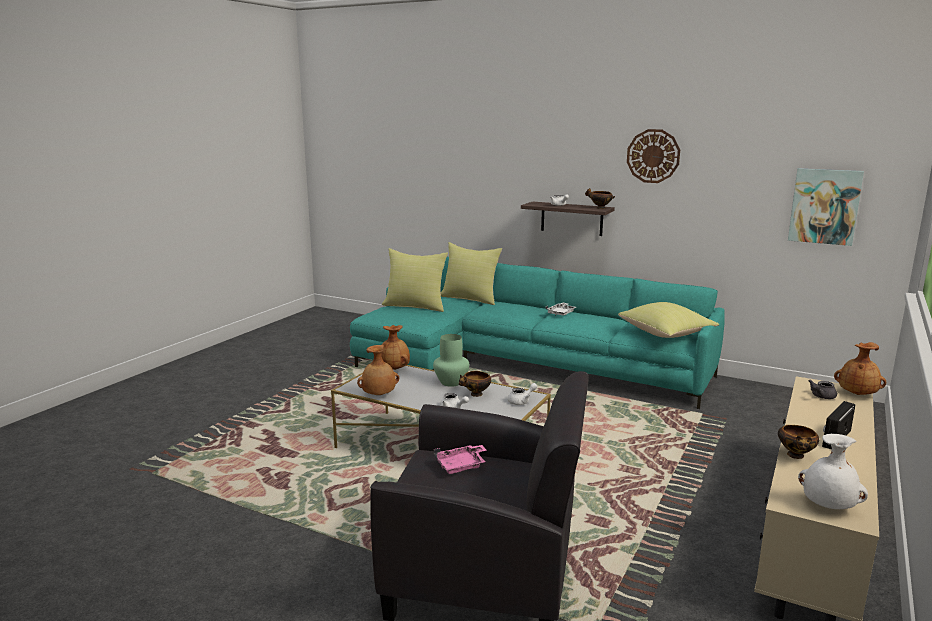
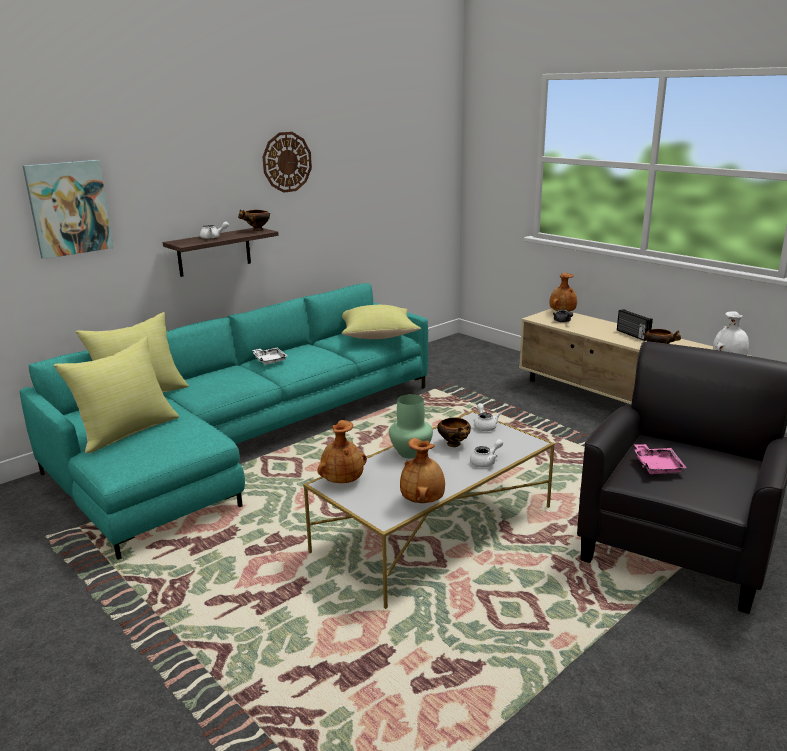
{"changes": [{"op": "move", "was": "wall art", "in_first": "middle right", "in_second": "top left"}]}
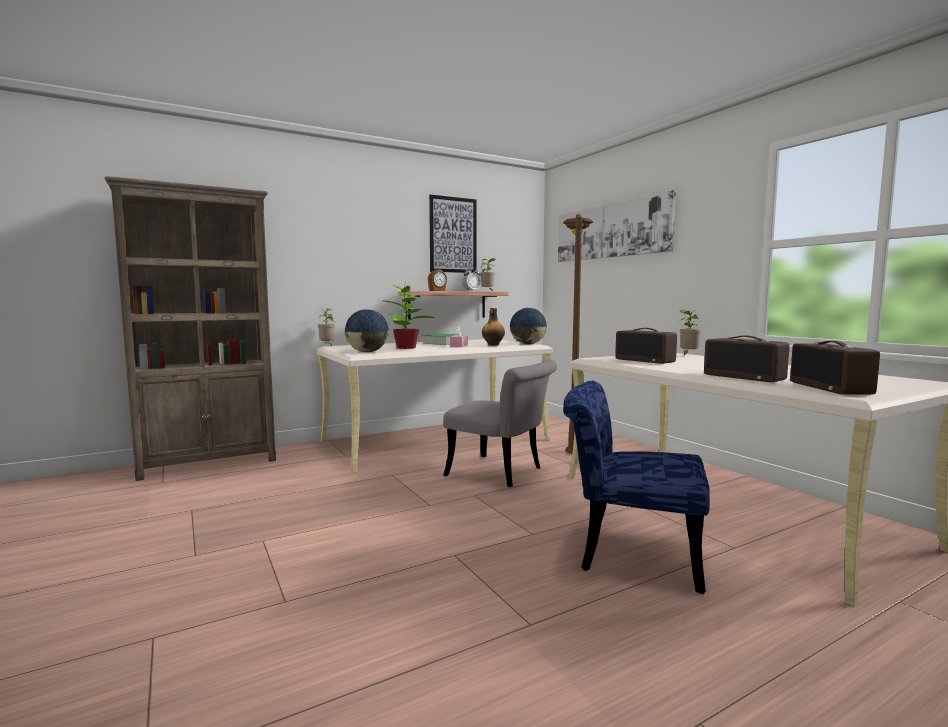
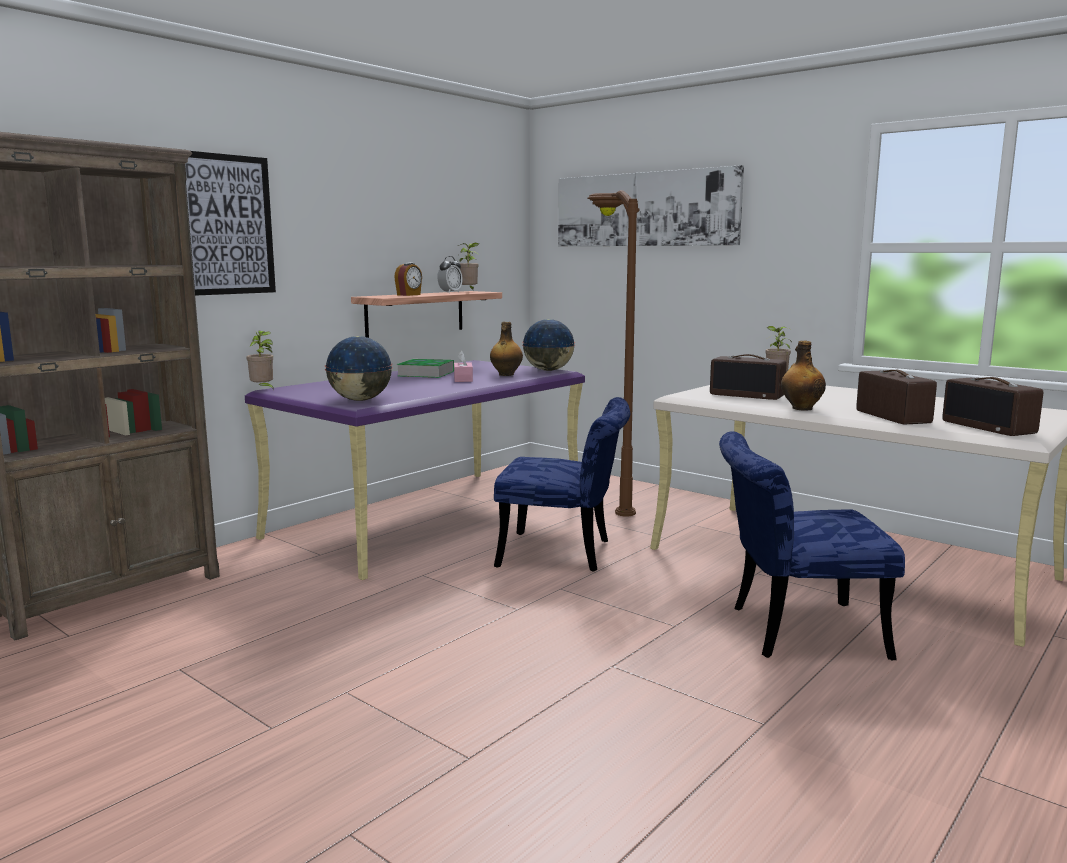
{"changes": [{"op": "move", "was": "wall art (1st from left)", "in_first": "top centre", "in_second": "top left"}, {"op": "delete", "was": "houseplant (2nd from left)", "in_first": "centre"}, {"op": "rotate", "was": "radio receiver (2nd from left)", "in_first": "middle right", "in_second": "middle right", "clockwise": -135}, {"op": "recolor", "was": "desk unit (sand-coloured) (1st from left)", "now": "desk unit (purple)", "in_first": "centre", "in_second": "centre"}, {"op": "recolor", "was": "chair (grey)", "now": "chair (blue-coloured) (1st from left)", "in_first": "centre", "in_second": "centre"}, {"op": "insert", "now": "beverage bottle (2nd from left)", "in_second": "middle right"}]}
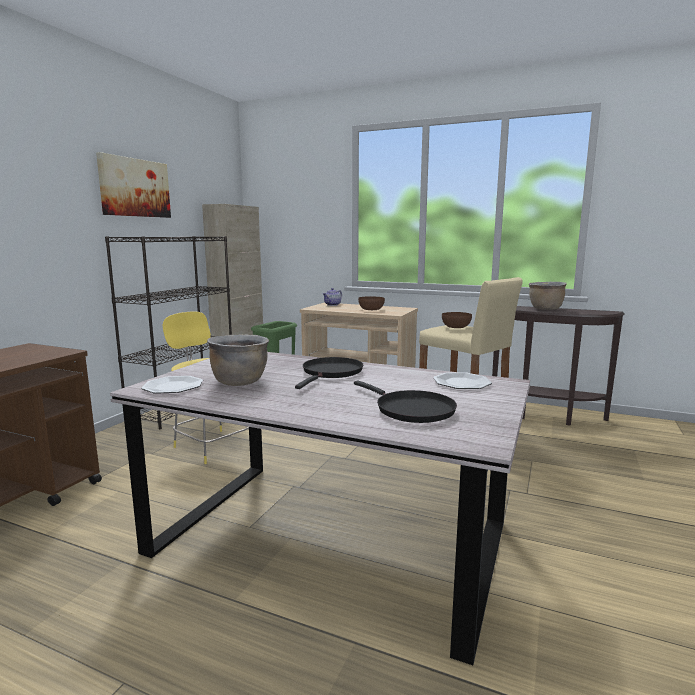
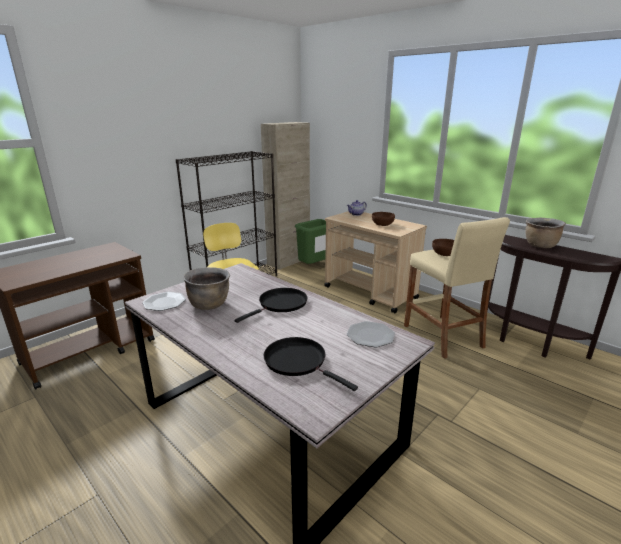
{"changes": [{"op": "delete", "was": "wall art", "in_first": "top left"}, {"op": "rotate", "was": "frying pan (blackish) (2nd from left)", "in_first": "centre", "in_second": "bottom centre", "clockwise": 150}]}
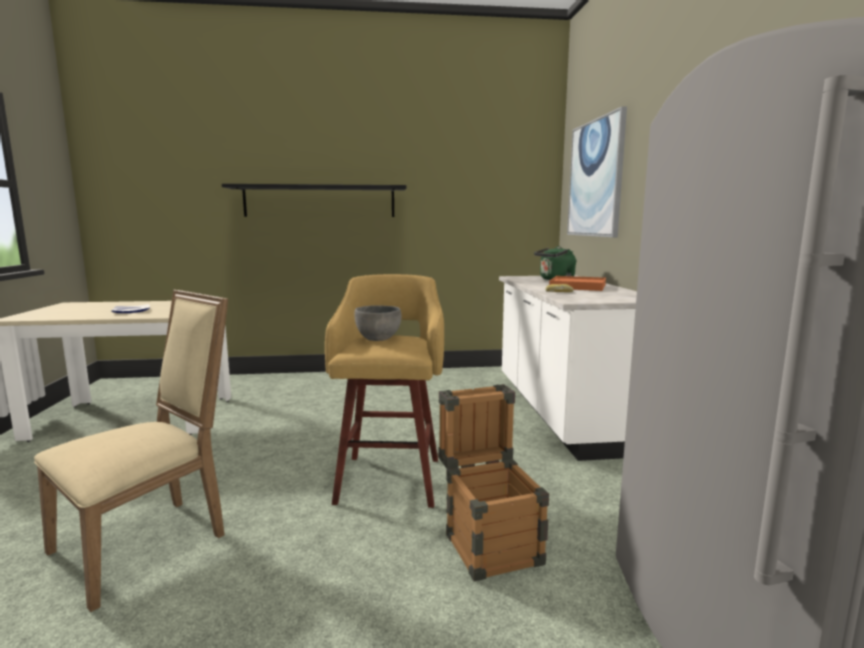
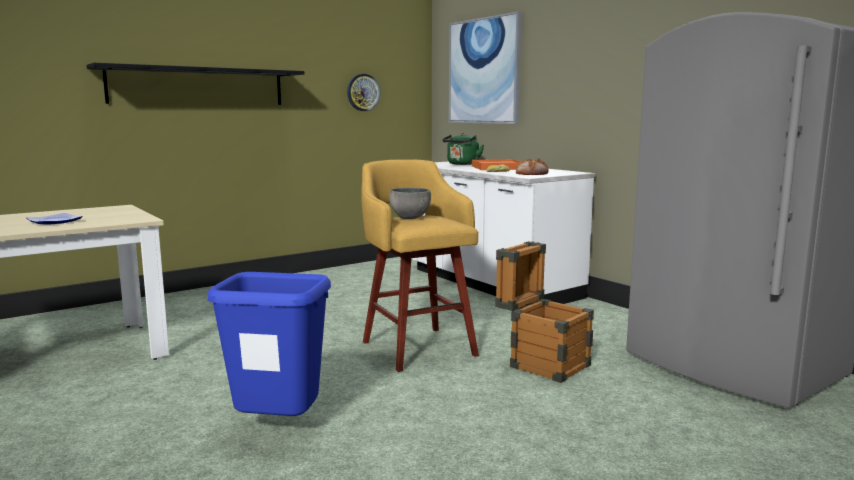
{"changes": [{"op": "replace", "was": "chair (sand-coloured)", "now": "rubbish bin (blue-coloured)", "in_first": "bottom left", "in_second": "bottom left"}, {"op": "insert", "now": "hanging clock", "in_second": "top centre"}, {"op": "insert", "now": "bakery bread (2nd from left)", "in_second": "centre"}]}
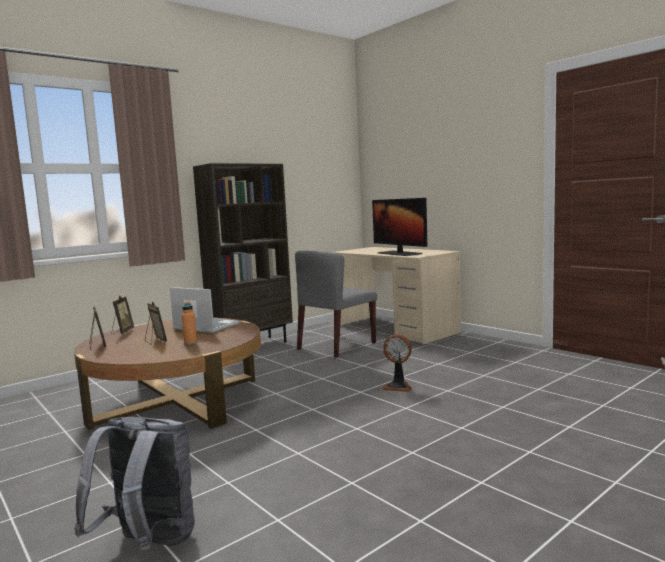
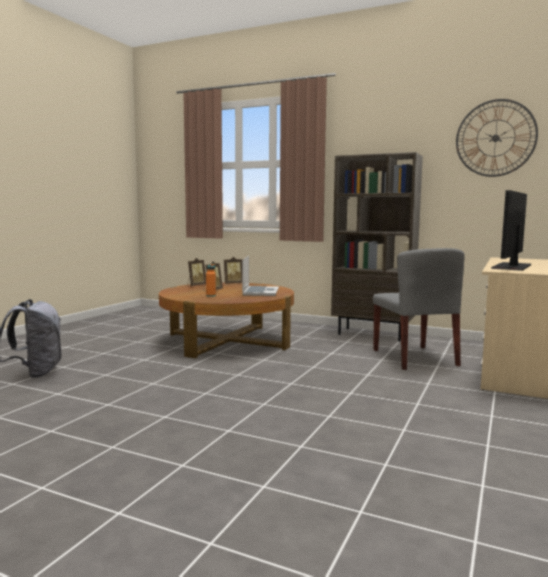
{"changes": [{"op": "rotate", "was": "chair (grey)", "in_first": "centre", "in_second": "middle right", "clockwise": -120}, {"op": "delete", "was": "cooling fan", "in_first": "centre"}, {"op": "insert", "now": "hanging clock", "in_second": "top right"}]}
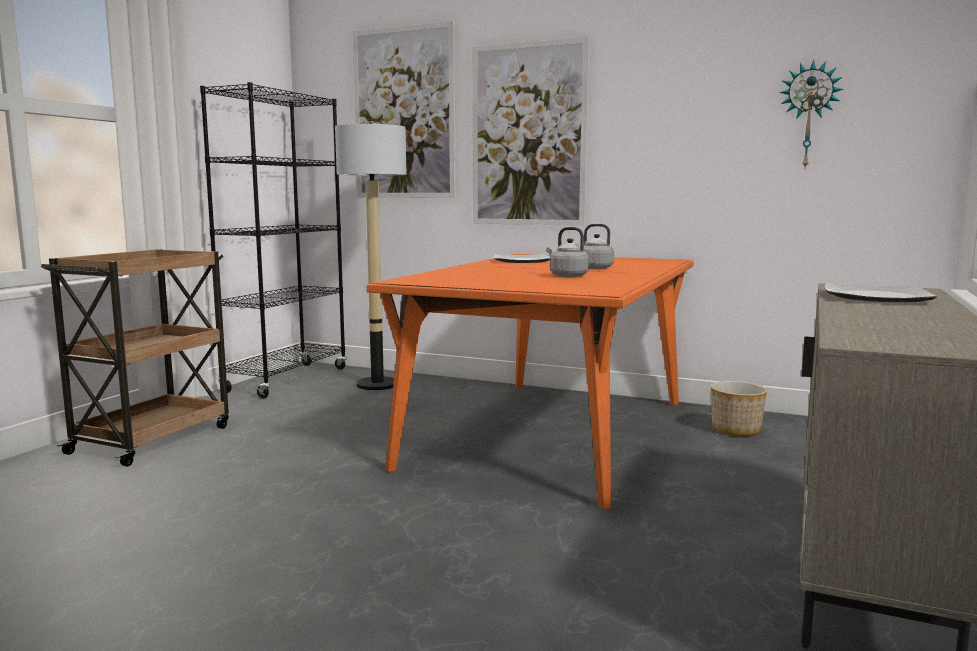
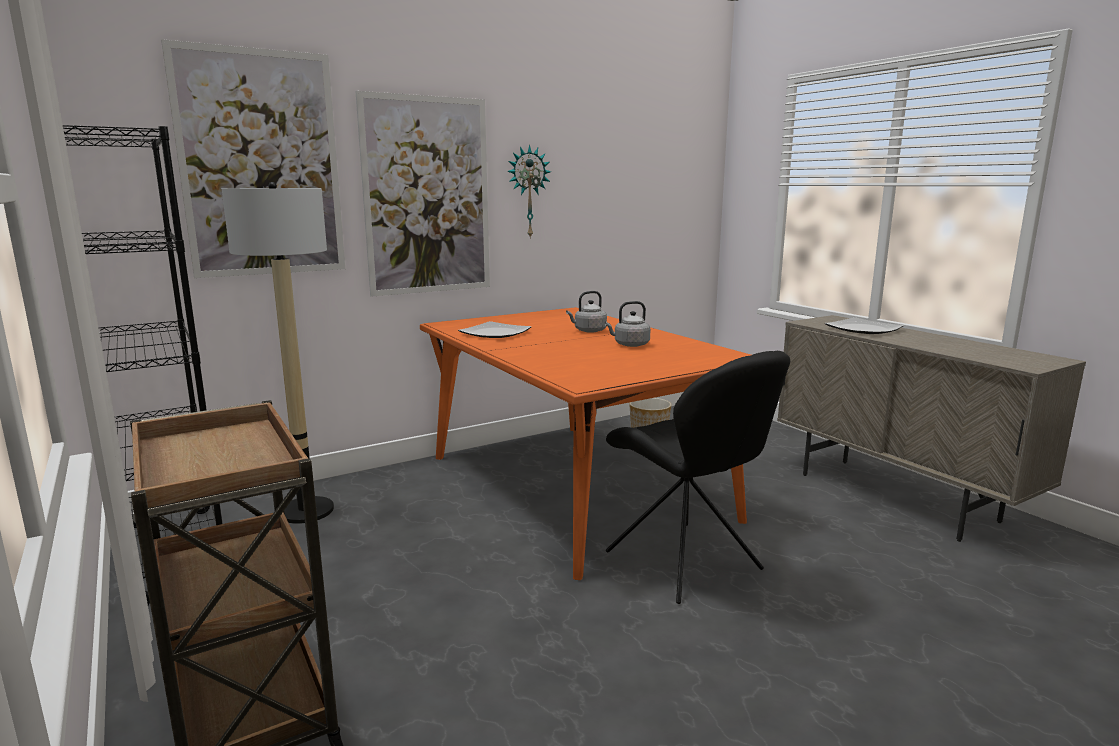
{"changes": [{"op": "move", "was": "hanging clock", "in_first": "top right", "in_second": "top centre"}, {"op": "insert", "now": "chair (blackish)", "in_second": "centre"}]}
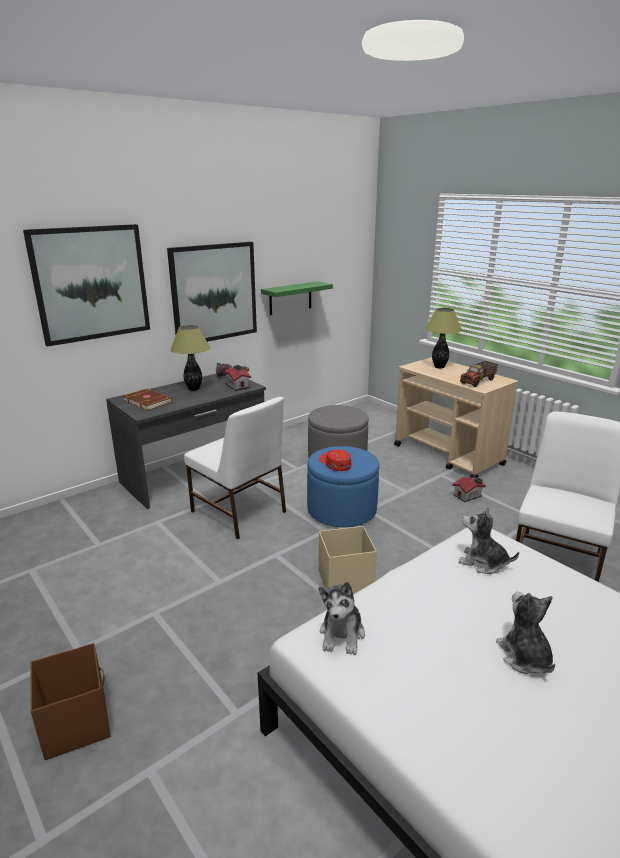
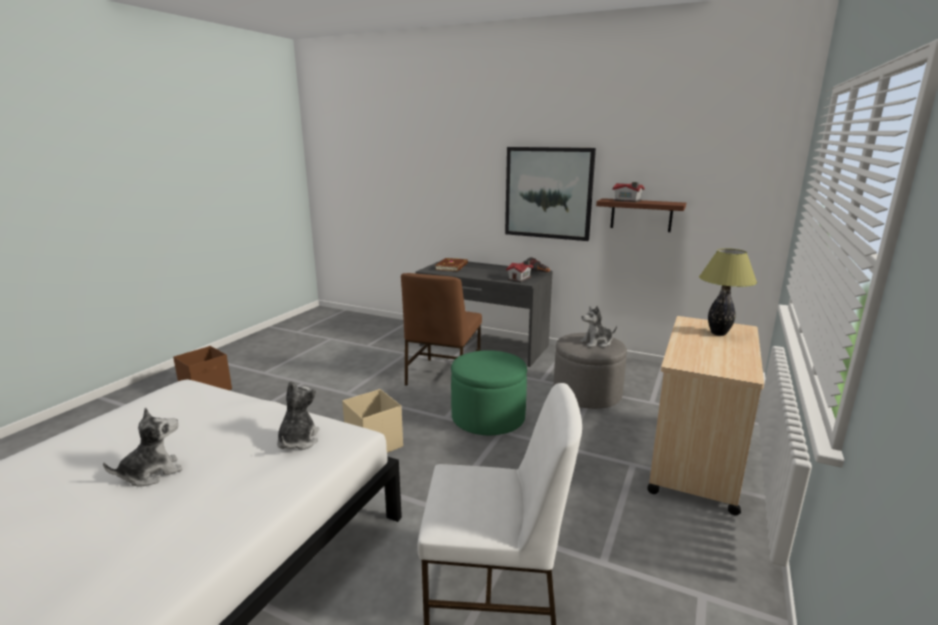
{"changes": [{"op": "delete", "was": "wall art (1st from left)", "in_first": "top left"}, {"op": "recolor", "was": "shelf (green)", "now": "shelf (brown-coloured)", "in_first": "centre", "in_second": "middle right"}, {"op": "delete", "was": "tabletop lamp (1st from left)", "in_first": "middle left"}, {"op": "delete", "was": "toy truck", "in_first": "middle right"}, {"op": "recolor", "was": "chair (white) (1st from left)", "now": "chair (brown-coloured)", "in_first": "centre", "in_second": "centre"}, {"op": "recolor", "was": "pouffe (blue-coloured)", "now": "pouffe (green)", "in_first": "centre", "in_second": "centre"}, {"op": "delete", "was": "baseball cap (red)", "in_first": "centre"}, {"op": "move", "was": "toy house (2nd from left)", "in_first": "middle right", "in_second": "top right"}, {"op": "move", "was": "soft toy (1st from left in the first image)", "now": "soft toy (3rd from left)", "in_first": "bottom centre", "in_second": "centre"}]}
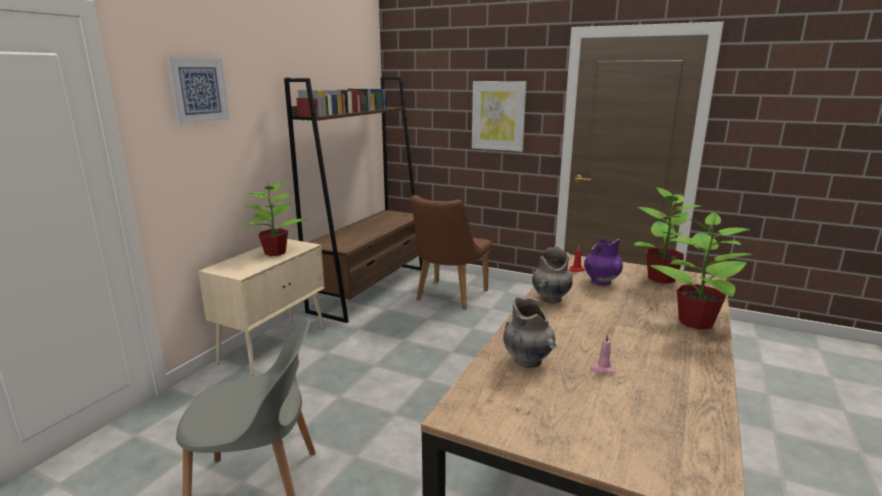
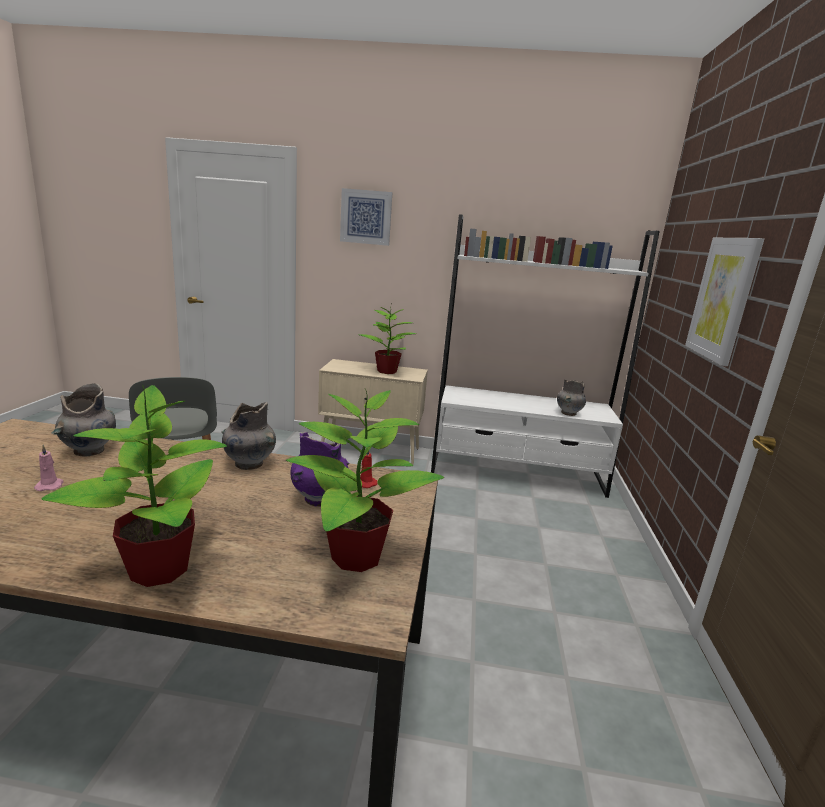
{"changes": [{"op": "recolor", "was": "bookcase (brown-coloured)", "now": "bookcase (white)", "in_first": "centre", "in_second": "centre"}, {"op": "delete", "was": "chair (brown-coloured)", "in_first": "centre"}, {"op": "insert", "now": "flower vase (grey) (3rd from left)", "in_second": "middle right"}]}
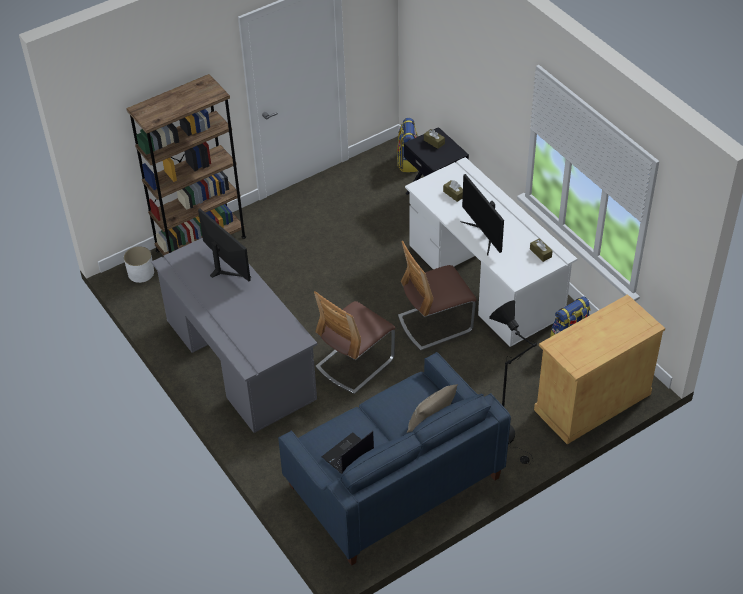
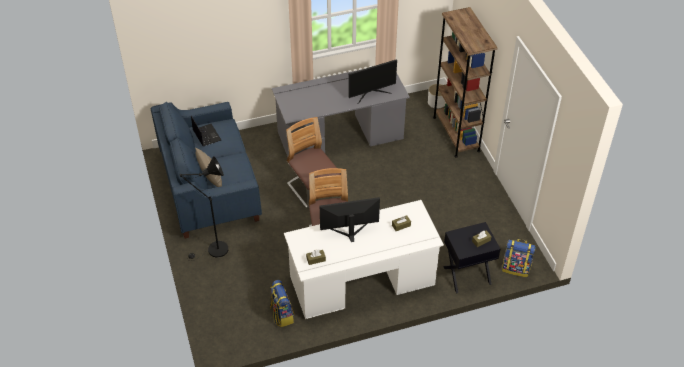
{"changes": [{"op": "delete", "was": "cabinet (sand-coloured)", "in_first": "middle right"}]}
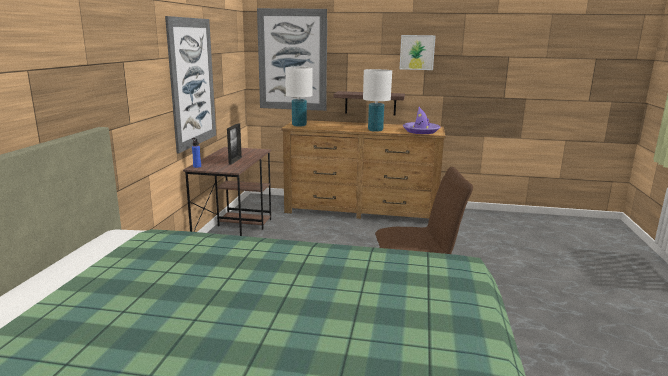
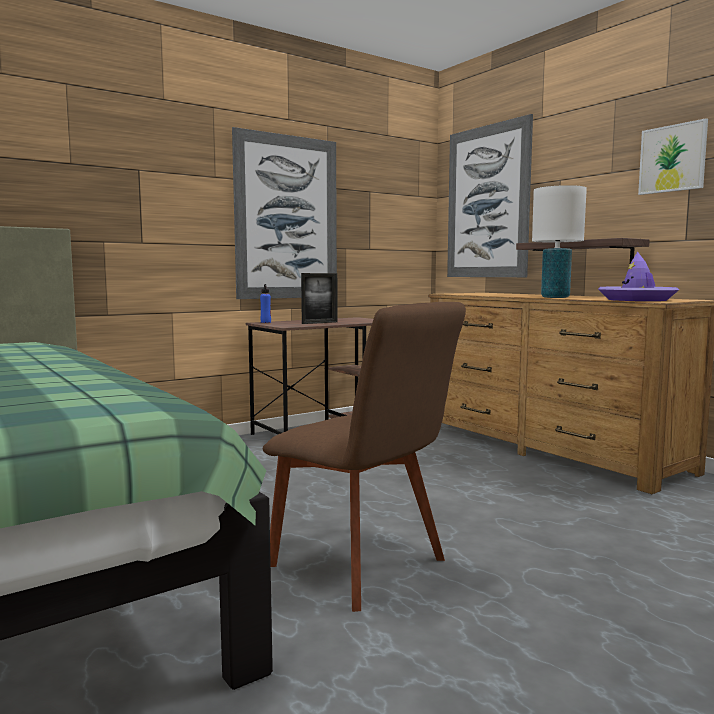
{"changes": [{"op": "delete", "was": "tabletop lamp (white) (1st from left)", "in_first": "top centre"}]}
